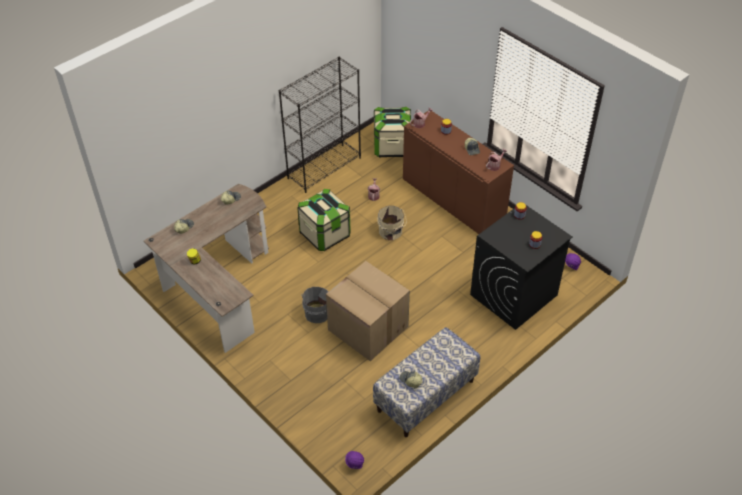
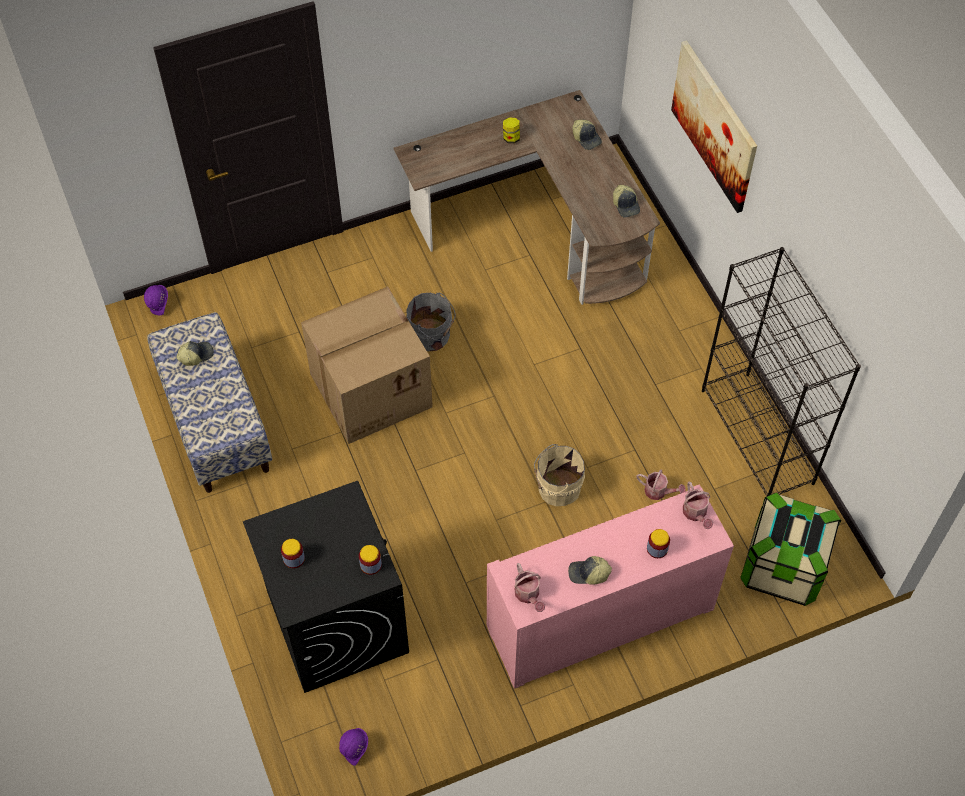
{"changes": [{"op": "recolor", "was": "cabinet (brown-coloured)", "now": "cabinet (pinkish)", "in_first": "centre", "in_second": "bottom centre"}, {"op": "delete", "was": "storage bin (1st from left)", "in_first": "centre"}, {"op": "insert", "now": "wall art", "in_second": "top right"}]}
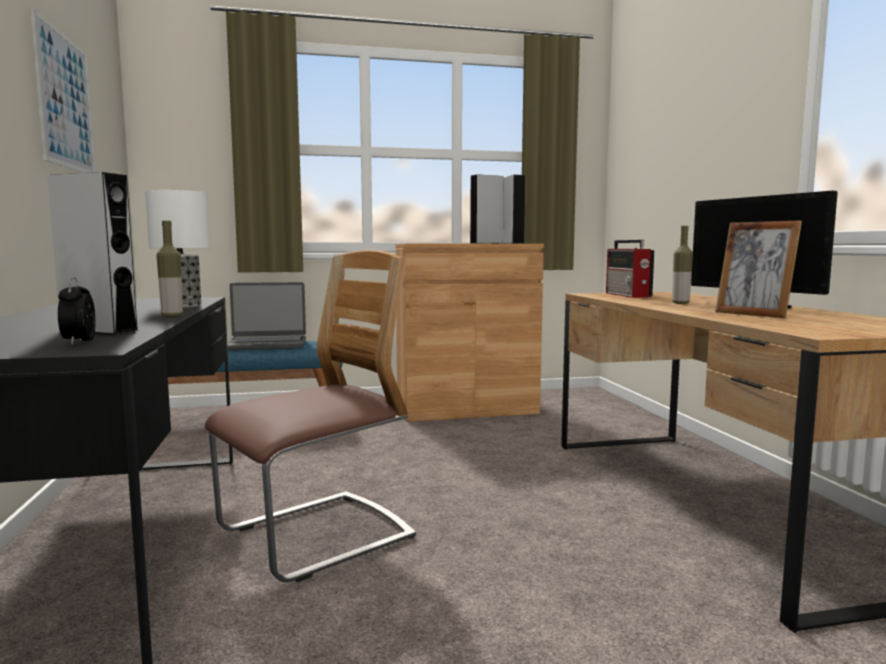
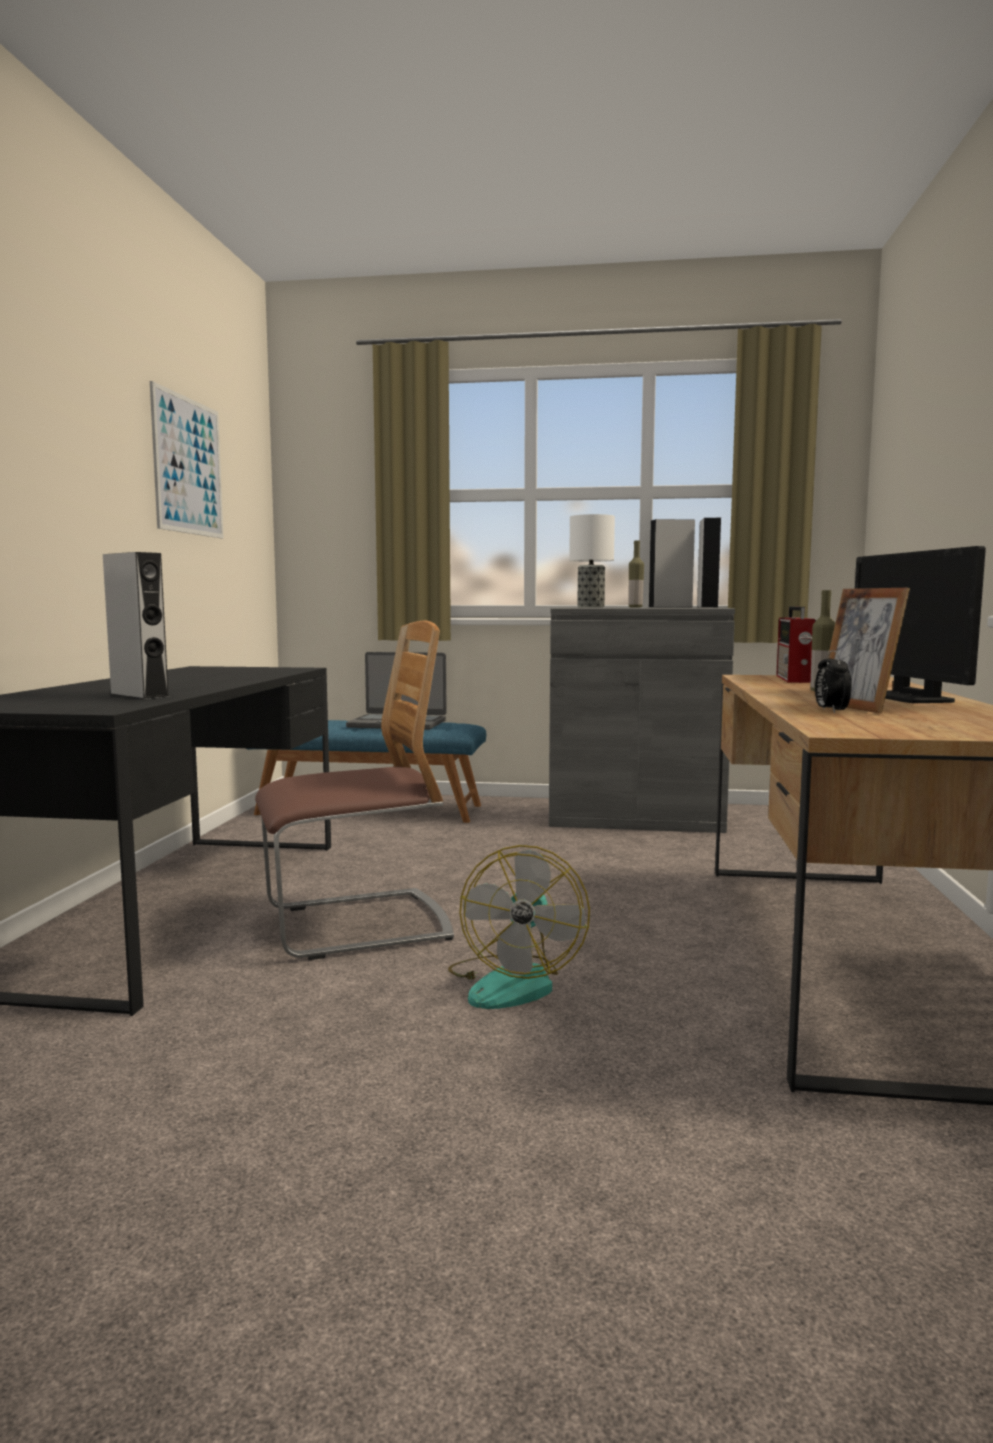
{"changes": [{"op": "move", "was": "tabletop lamp", "in_first": "middle left", "in_second": "centre"}, {"op": "move", "was": "beverage bottle (1st from left)", "in_first": "middle left", "in_second": "centre"}, {"op": "recolor", "was": "cabinet (brown-coloured)", "now": "cabinet (grey)", "in_first": "centre", "in_second": "centre"}, {"op": "move", "was": "table clock", "in_first": "middle left", "in_second": "middle right"}, {"op": "insert", "now": "cooling fan", "in_second": "centre"}]}
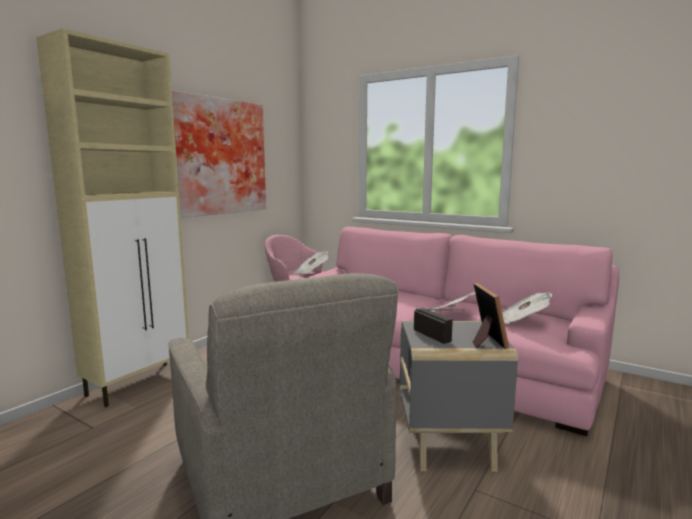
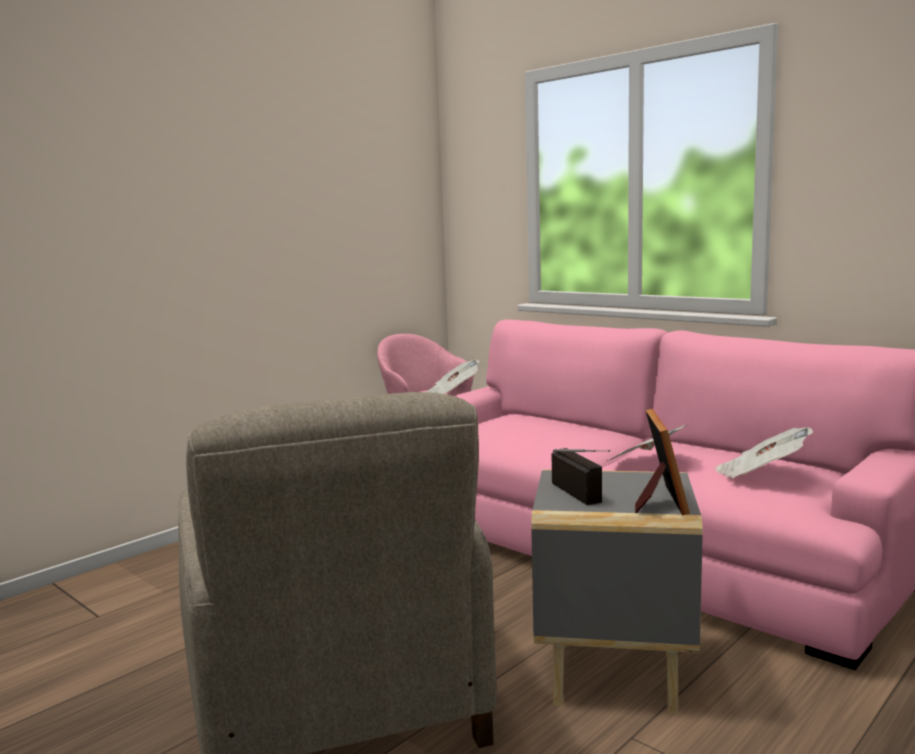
{"changes": [{"op": "delete", "was": "cabinet (sand-coloured)", "in_first": "middle left"}, {"op": "delete", "was": "wall art", "in_first": "top left"}]}
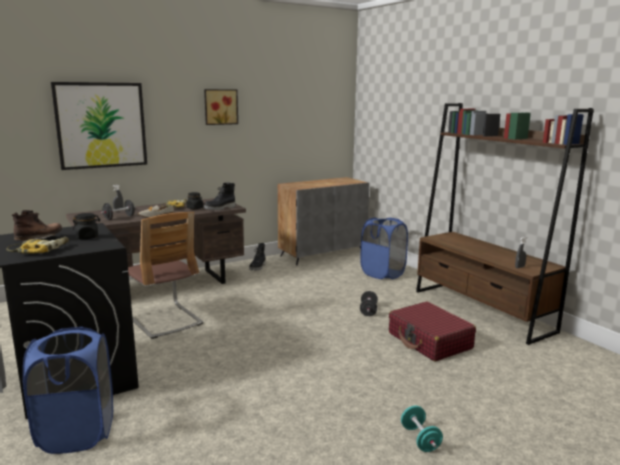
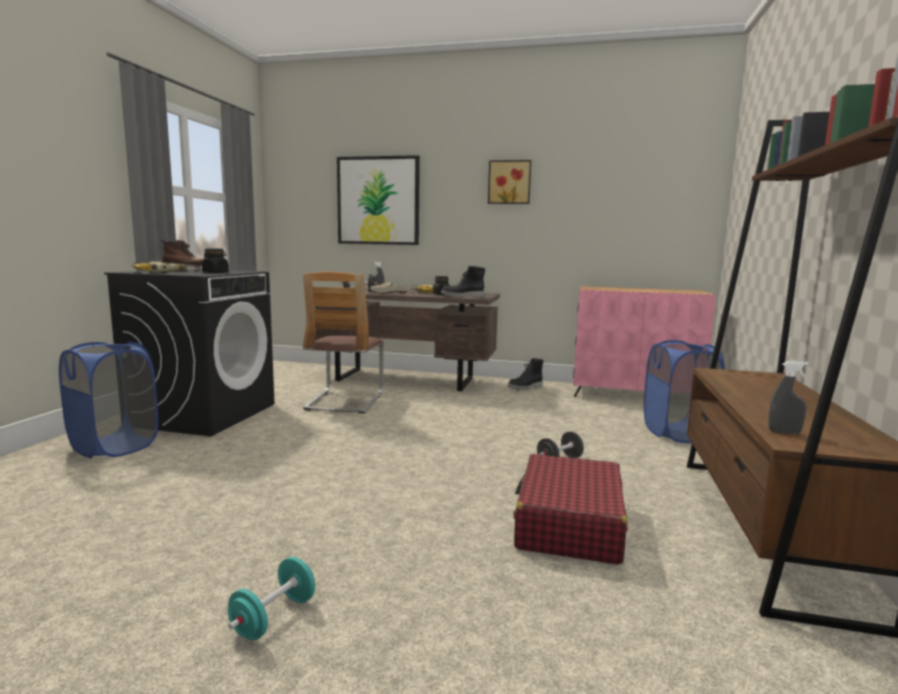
{"changes": [{"op": "recolor", "was": "cabinet (grey)", "now": "cabinet (pinkish)", "in_first": "centre", "in_second": "middle right"}]}
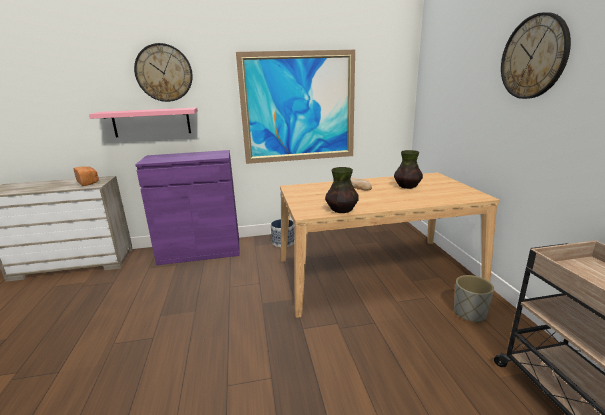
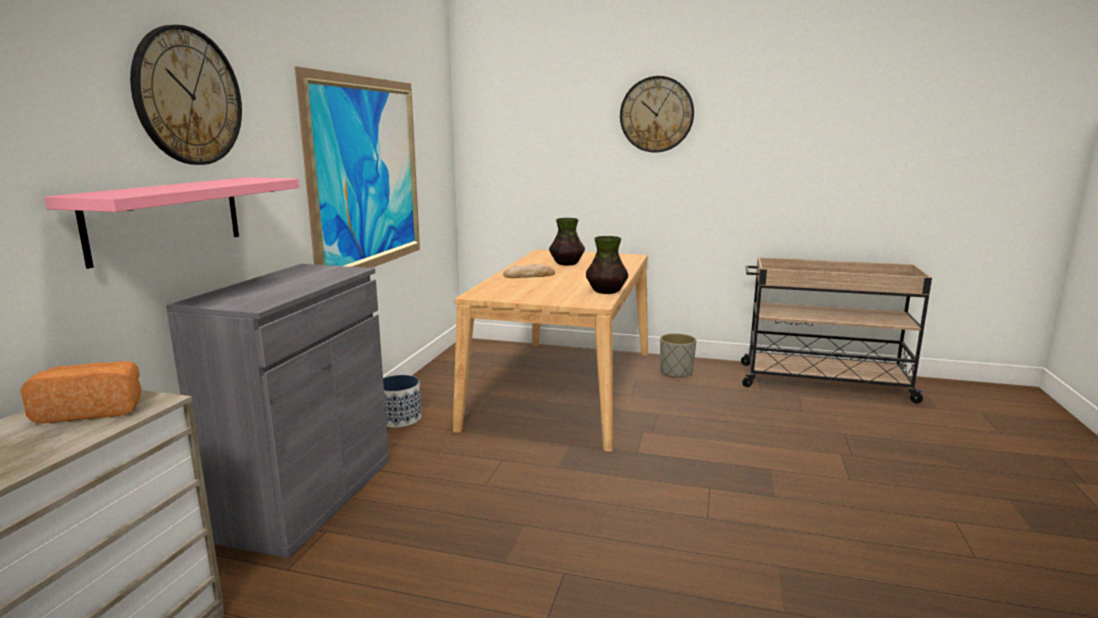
{"changes": [{"op": "recolor", "was": "cabinet (purple)", "now": "cabinet (grey)", "in_first": "middle left", "in_second": "middle left"}]}
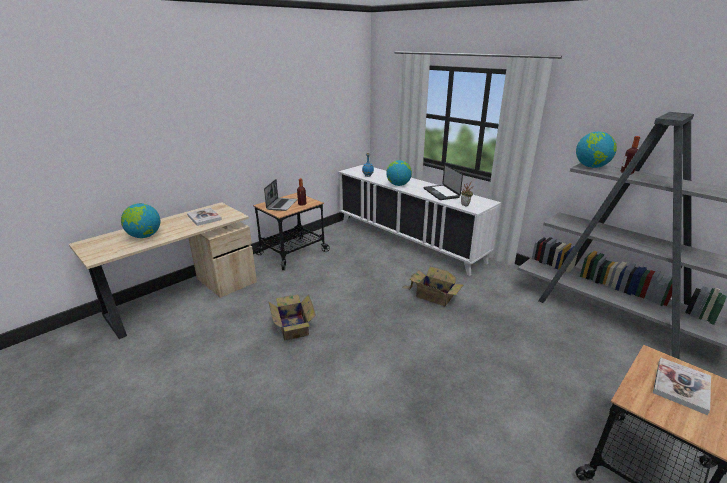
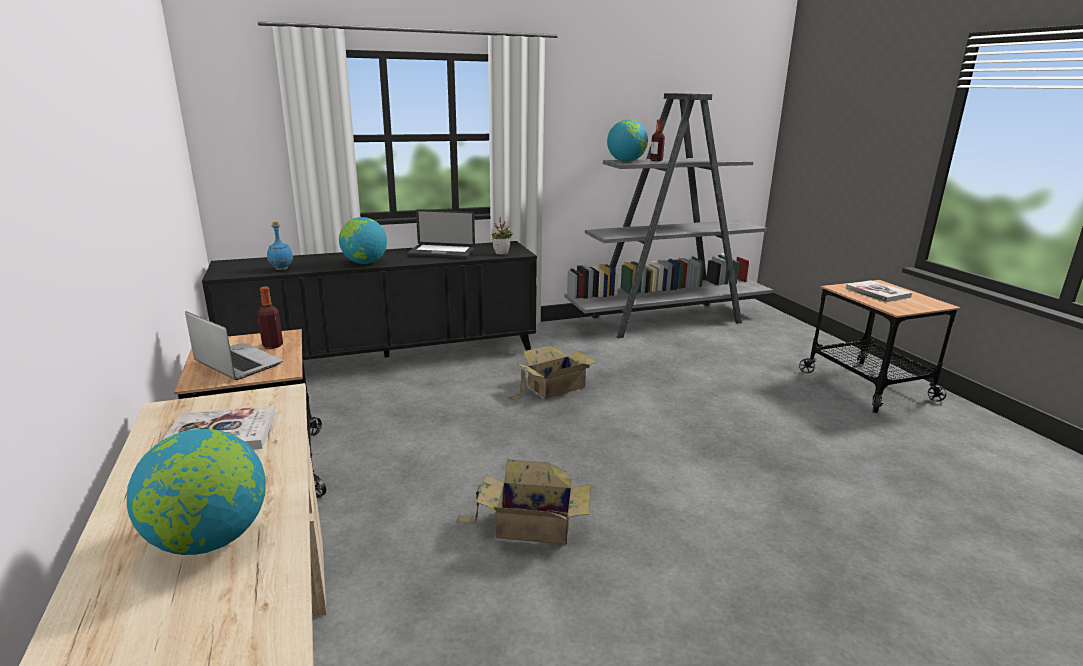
{"changes": [{"op": "recolor", "was": "cabinet (white)", "now": "cabinet (blackish)", "in_first": "centre", "in_second": "centre"}]}
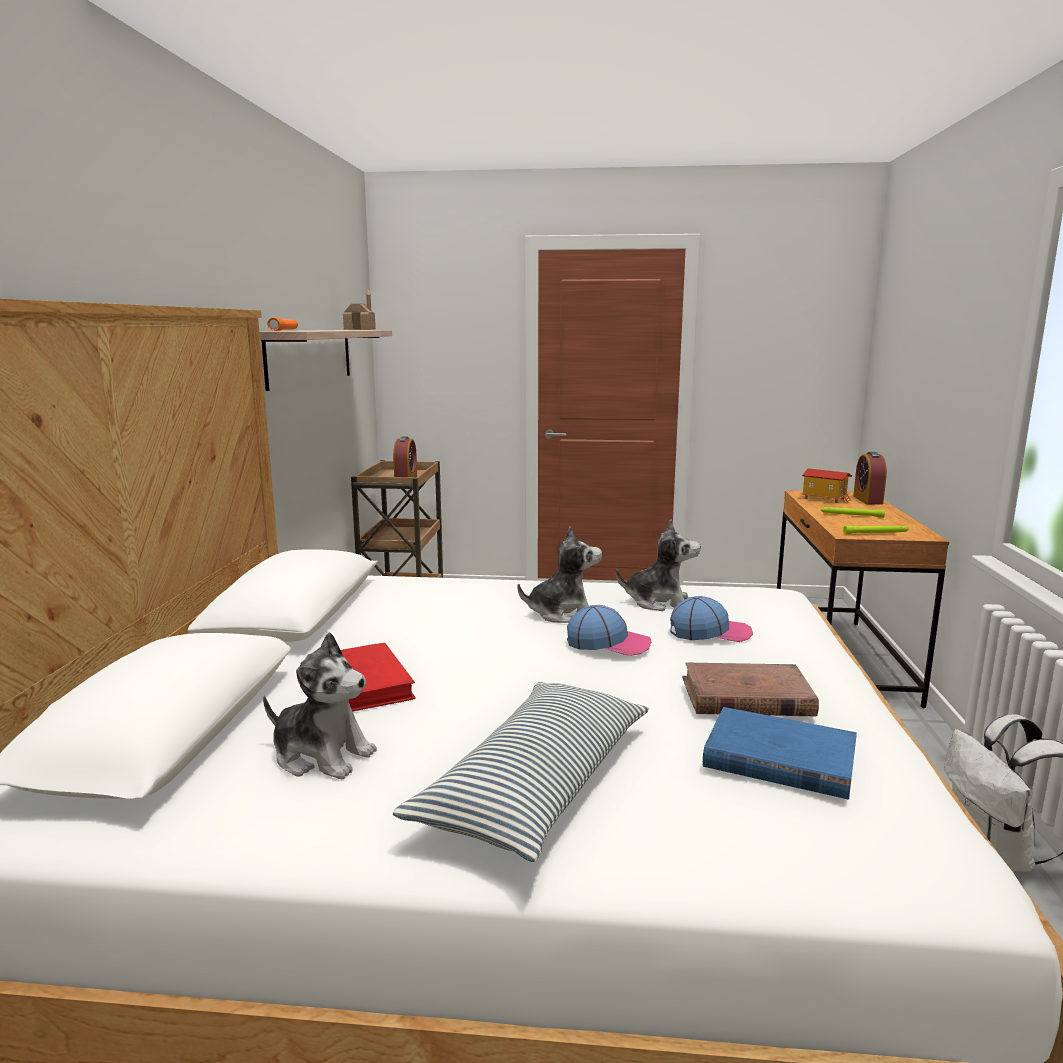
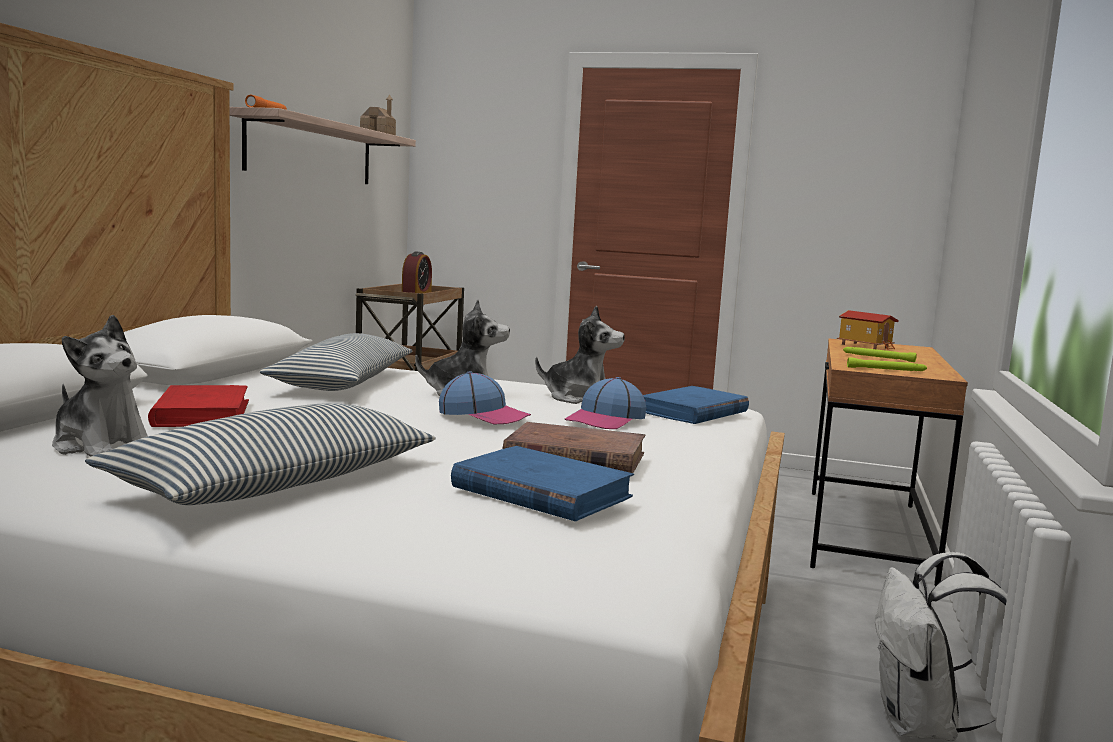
{"changes": [{"op": "delete", "was": "table clock (2nd from left)", "in_first": "middle right"}, {"op": "rotate", "was": "baseball cap (2nd from left)", "in_first": "middle right", "in_second": "centre", "clockwise": 120}, {"op": "insert", "now": "throw pillow (2nd from left)", "in_second": "middle left"}, {"op": "insert", "now": "bound book (blue-coloured) (2nd from left)", "in_second": "centre"}]}
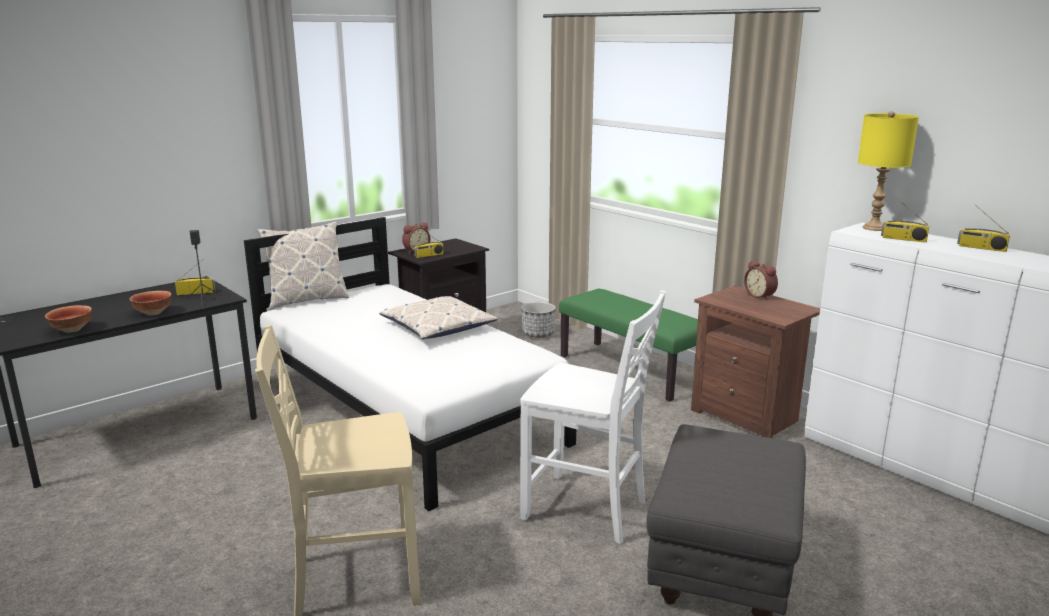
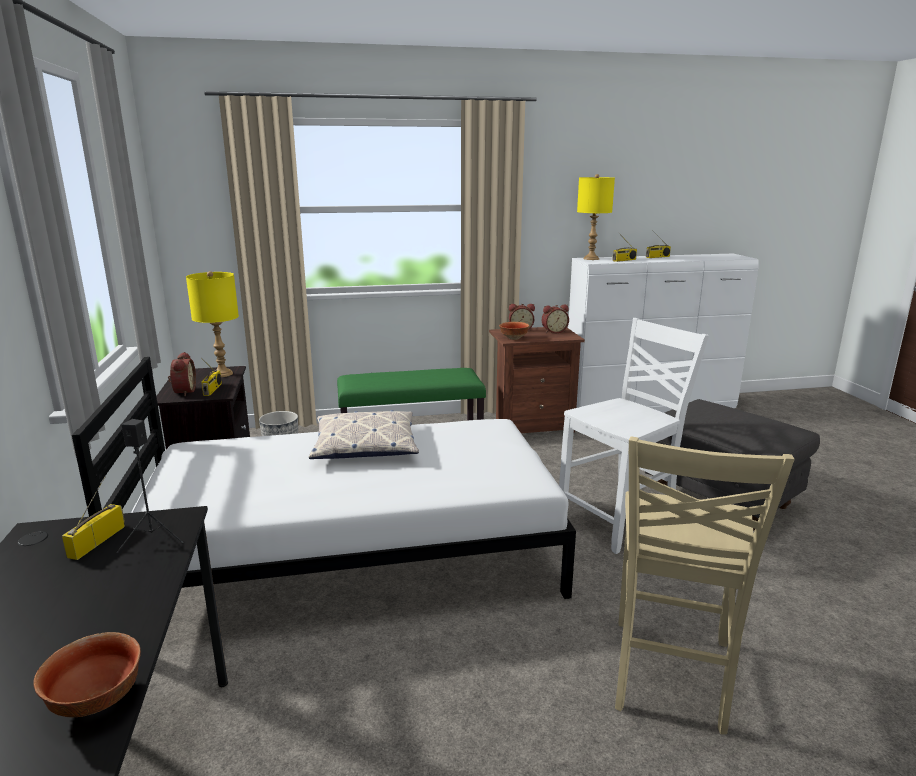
{"changes": [{"op": "delete", "was": "throw pillow (1st from left)", "in_first": "middle left"}, {"op": "move", "was": "serving bowl (2nd from left)", "in_first": "middle left", "in_second": "centre"}, {"op": "insert", "now": "tabletop lamp (yellowish) (1st from left)", "in_second": "middle left"}, {"op": "insert", "now": "table clock (3rd from left)", "in_second": "centre"}]}
